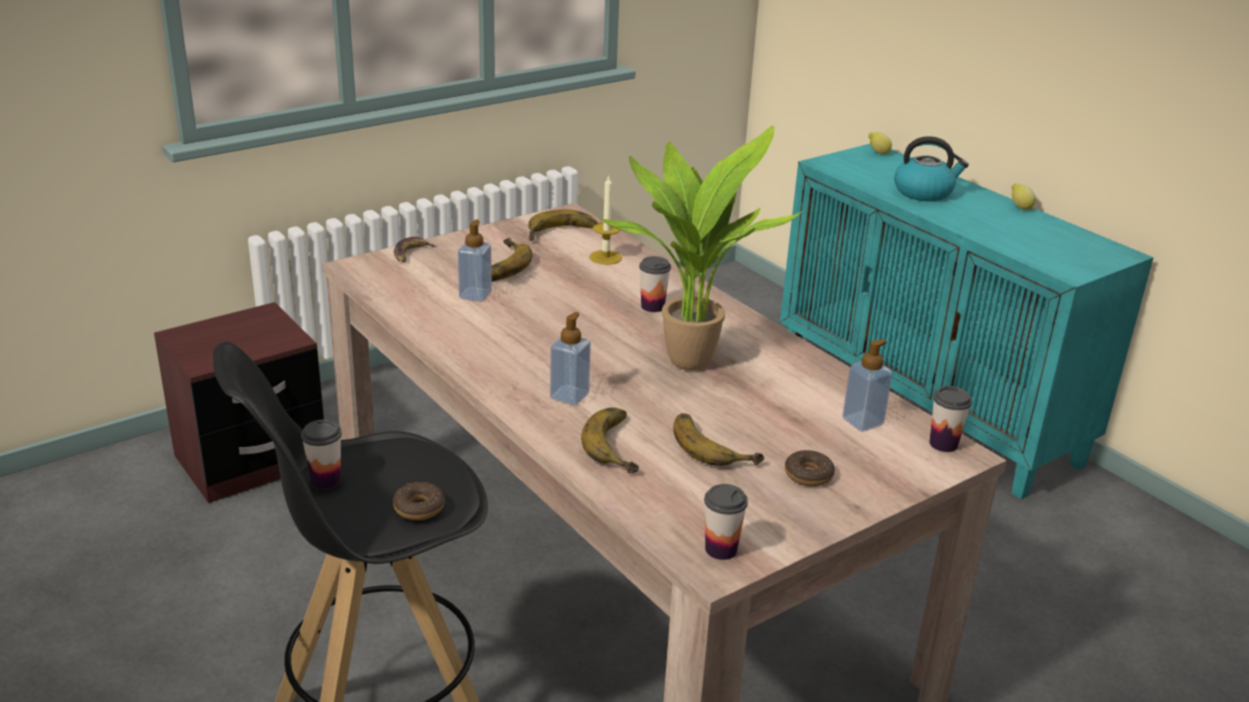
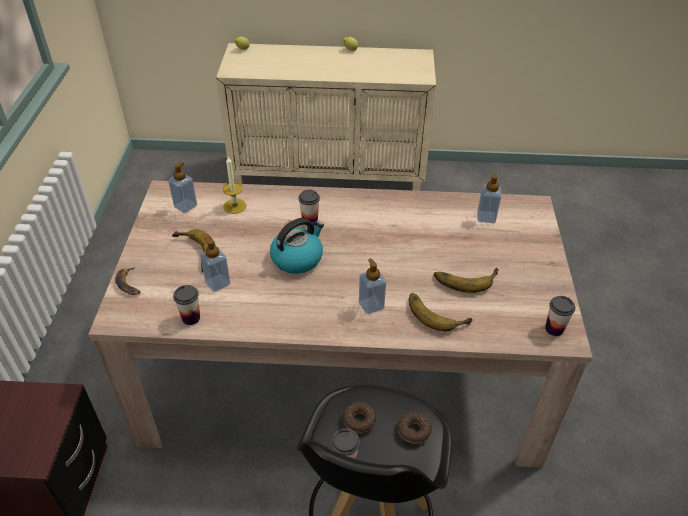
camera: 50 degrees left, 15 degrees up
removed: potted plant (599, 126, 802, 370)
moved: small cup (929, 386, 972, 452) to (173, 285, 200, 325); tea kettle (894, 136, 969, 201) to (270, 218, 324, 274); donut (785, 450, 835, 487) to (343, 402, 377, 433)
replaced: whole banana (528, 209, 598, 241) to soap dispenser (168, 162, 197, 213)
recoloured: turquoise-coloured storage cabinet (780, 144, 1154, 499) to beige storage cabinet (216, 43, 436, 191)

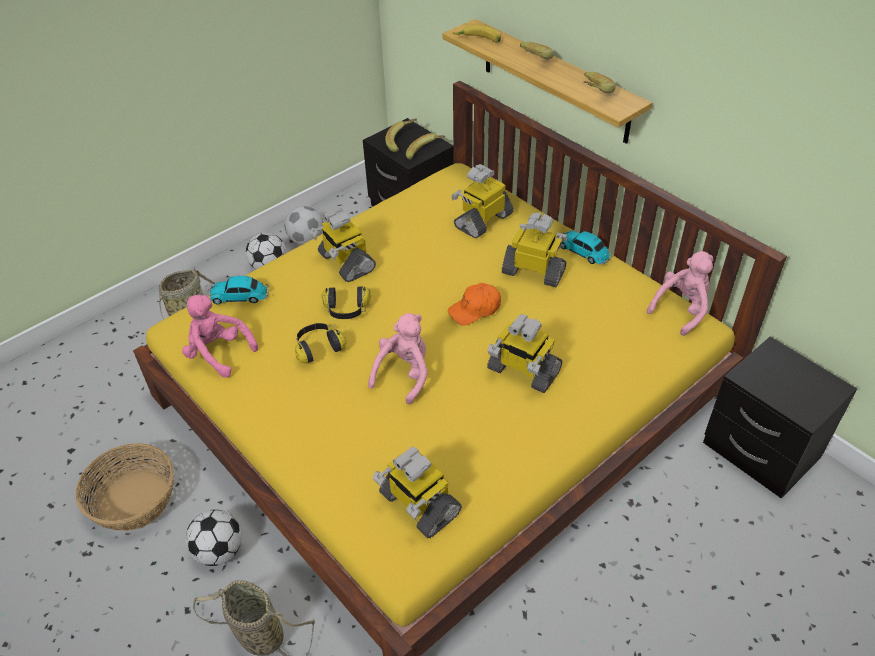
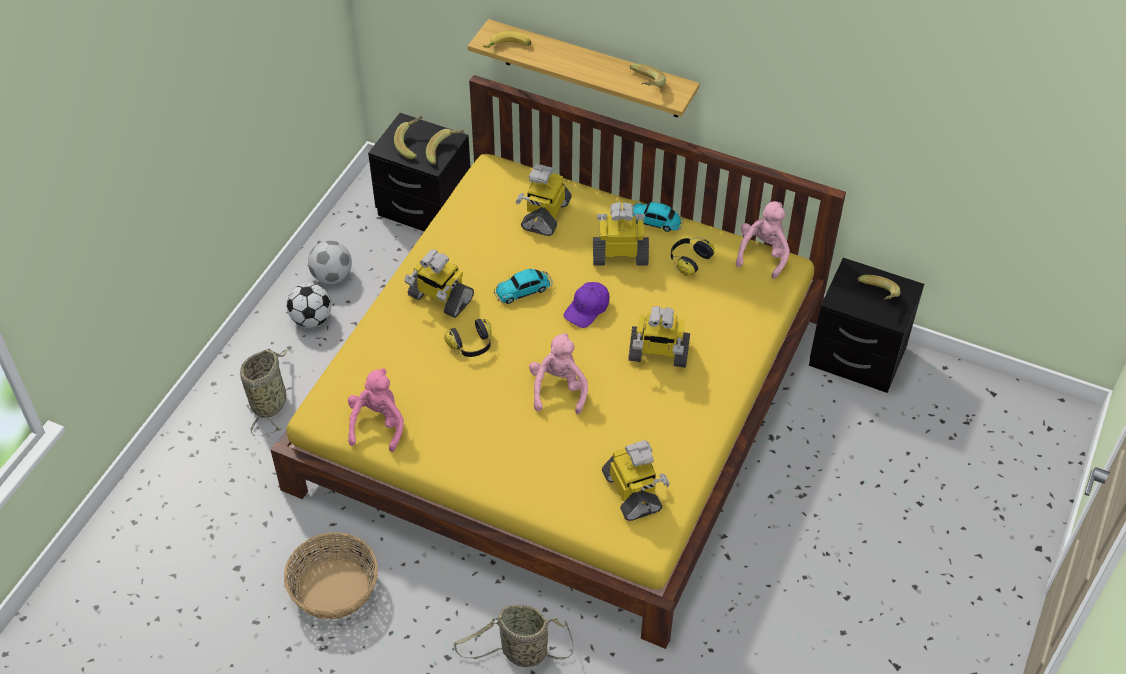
camera: 25 degrees left, 5 degrees up
removed: football ball (185, 510, 242, 566)
moved: toy car (208, 276, 270, 305) to (494, 269, 553, 304); pair of headphones (295, 323, 346, 363) to (671, 237, 715, 276); whole banana (520, 42, 553, 60) to (857, 275, 901, 299)
recoloured: orangey peaked cap (448, 283, 501, 326) to purple-coloured peaked cap (564, 282, 609, 328)
turned: pink cuddly toy (182, 295, 258, 378) = (348, 368, 404, 452) 90 degrees clockwise; toy robot (372, 446, 462, 538) = (602, 440, 670, 521) 135 degrees counterclockwise

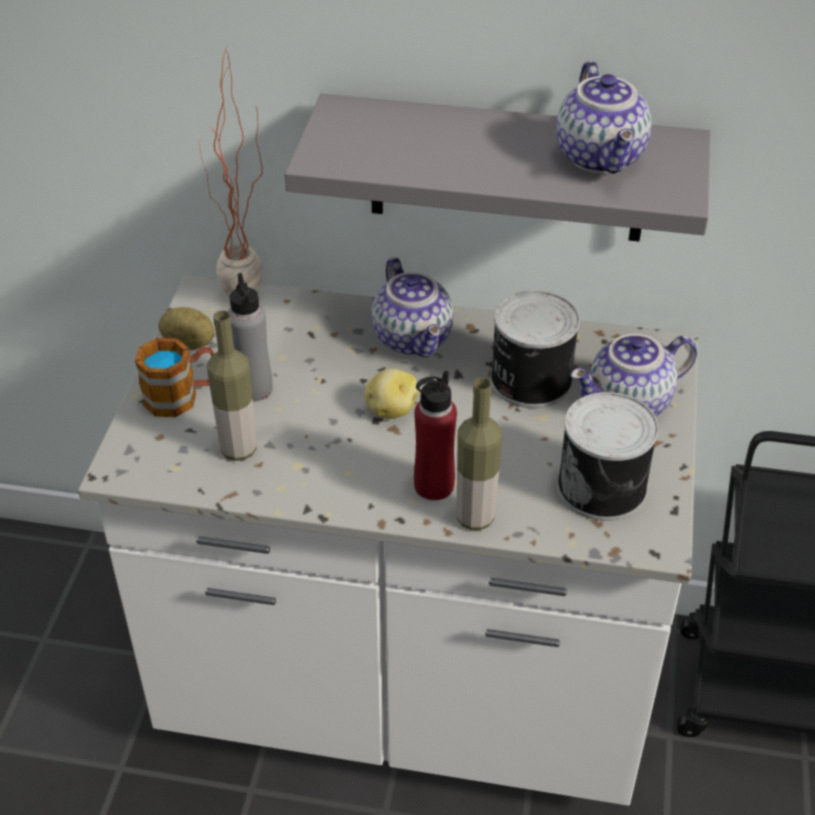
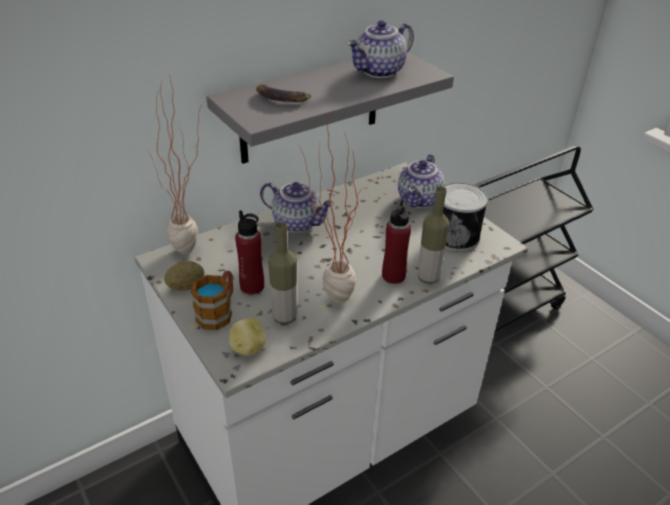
camera: 45 degrees left, 5 degrees down
removed: metal can (490, 290, 580, 408)
added: whole banana (256, 85, 311, 102); potted plant (300, 116, 362, 303)
moved: whole potato (364, 369, 418, 419) to (229, 318, 266, 356)
recoloured: grey beverage bottle (228, 273, 273, 402) to reddish beverage bottle (235, 210, 264, 294)
turned: pot for tea (556, 61, 651, 174) = (347, 20, 414, 78) 105 degrees clockwise

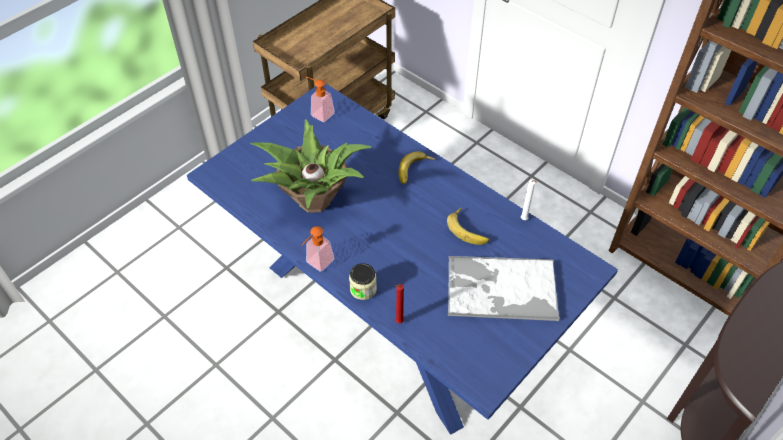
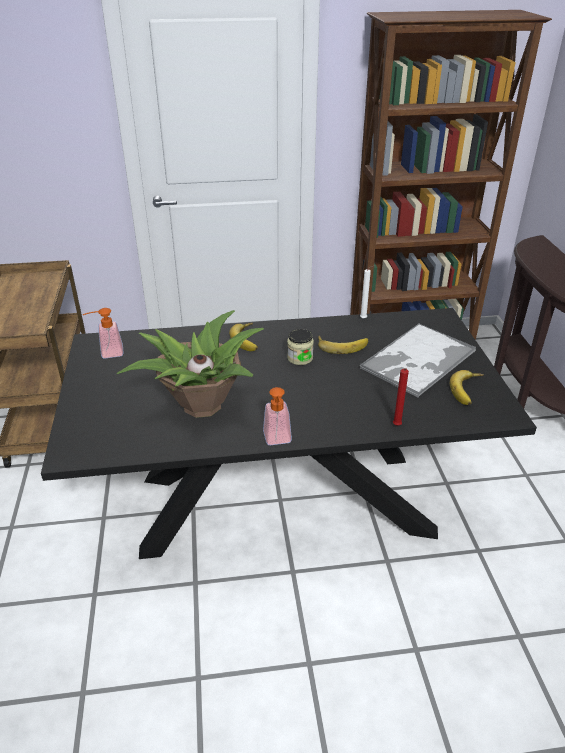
camera: 50 degrees left, 15 degrees down
added: whole banana (450, 370, 484, 405)
moved: preserve jar (349, 263, 377, 300) to (287, 329, 314, 365)
recoloured: blue-coloured dinner table (187, 83, 618, 435) to blackish dinner table (41, 308, 537, 559)

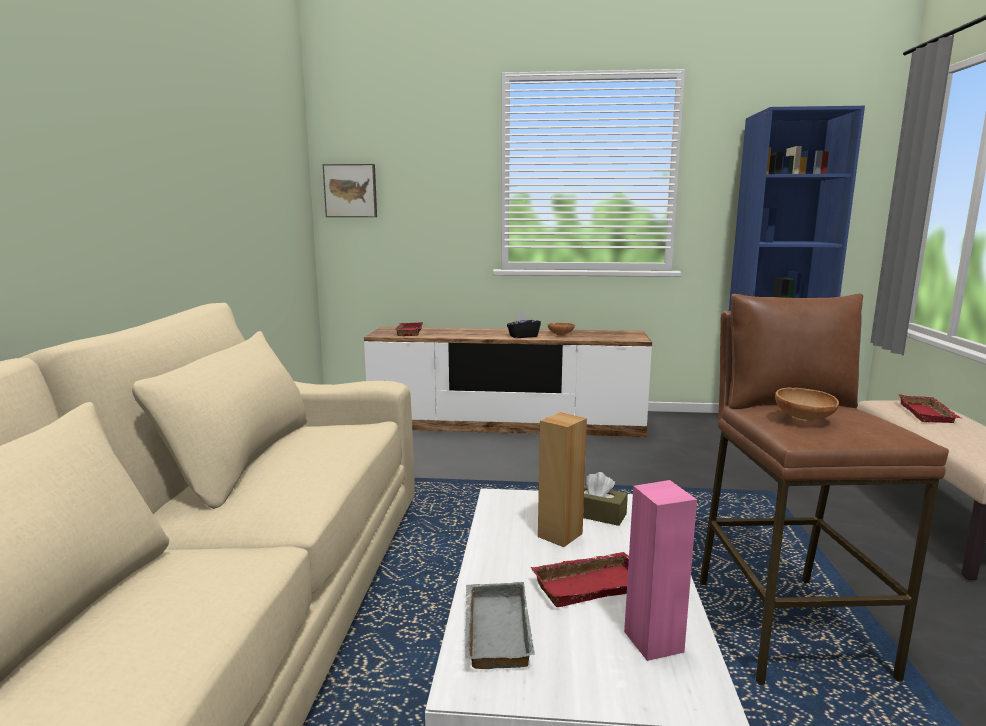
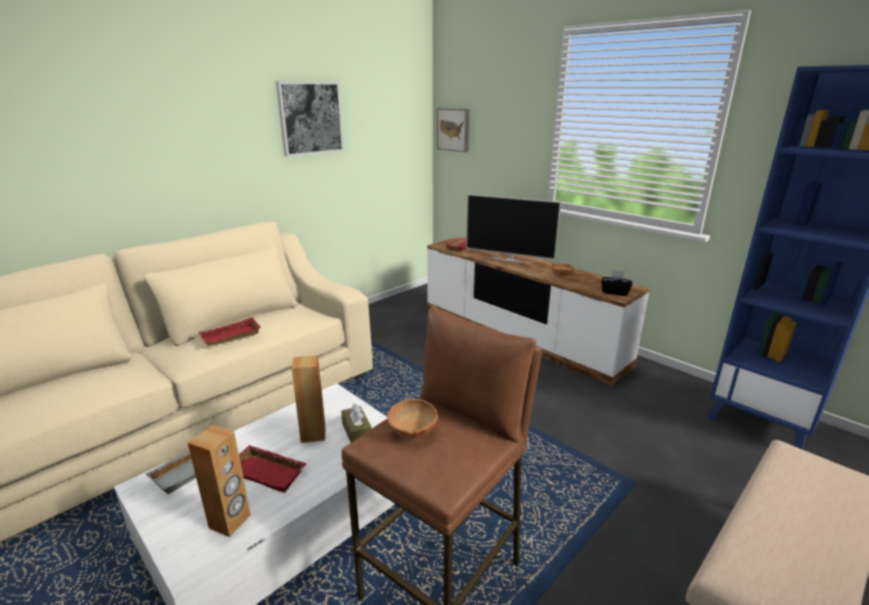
camera: 40 degrees right, 10 degrees up
added: wall art (276, 81, 344, 157); TV (466, 194, 561, 263)
moved: reddish carrying tray (898, 394, 961, 423) to (198, 317, 261, 346); blackish tissue holder (507, 313, 541, 338) to (601, 270, 632, 296)
recoloured: pink loudspeaker (624, 480, 697, 661) to brownish loudspeaker (188, 425, 251, 537)

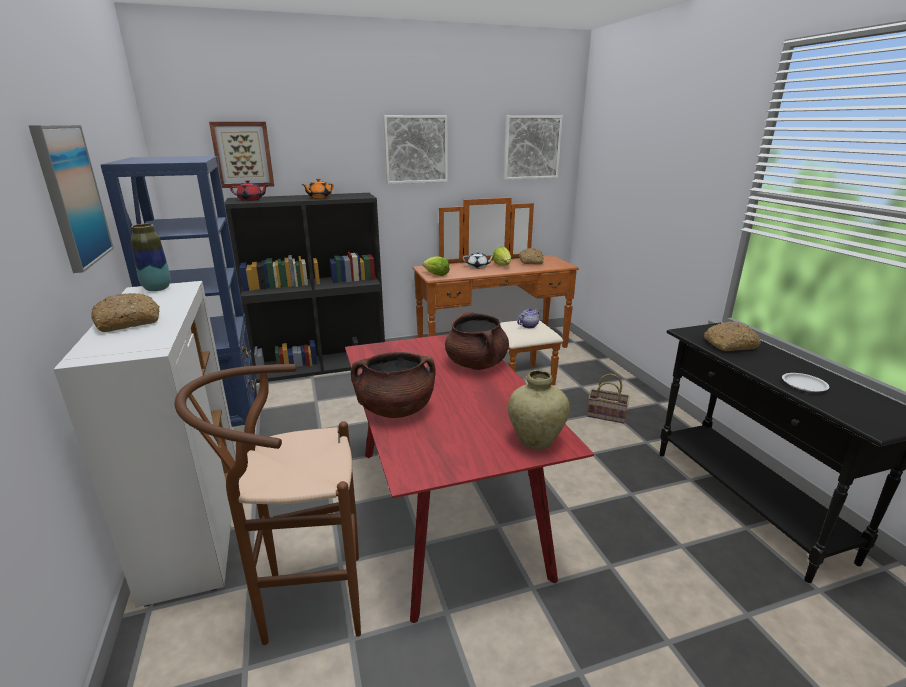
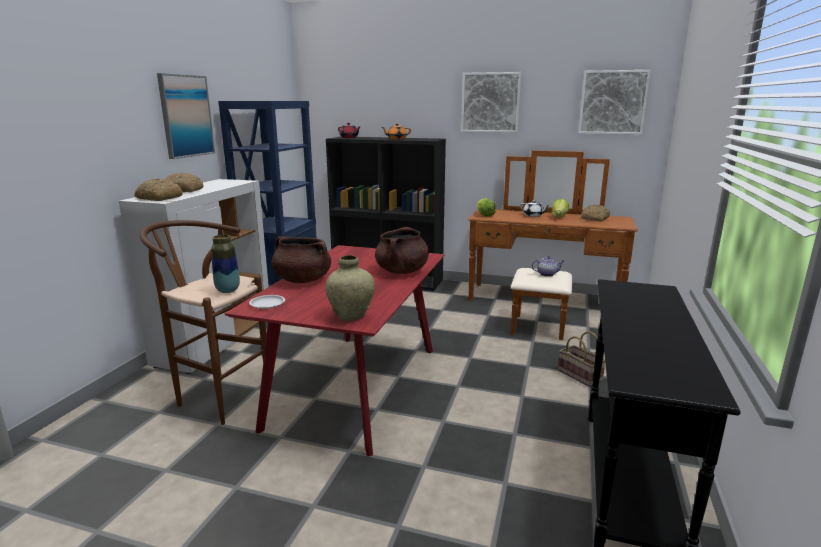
camera: 35 degrees right, 5 degrees down
removed: wall art (209, 122, 274, 188)
moved: baked bread (704, 321, 761, 351) to (134, 179, 183, 201); decorative vase (131, 224, 171, 291) to (211, 235, 240, 293); white plate (782, 373, 829, 392) to (249, 295, 285, 309)

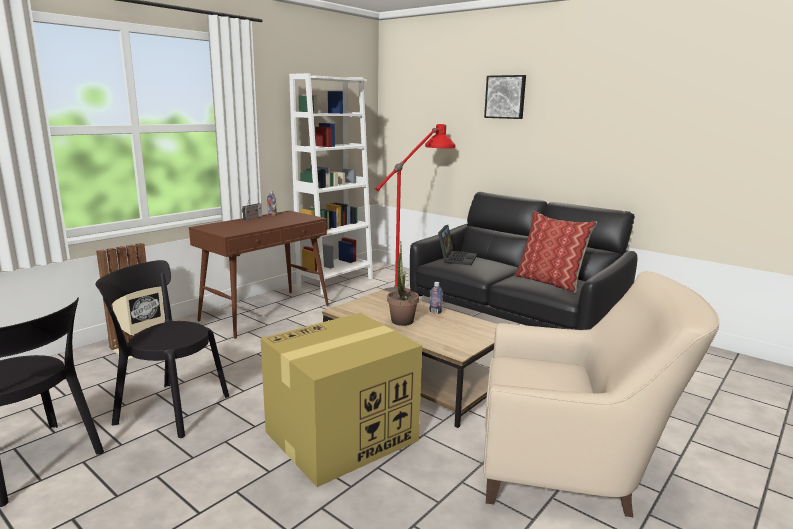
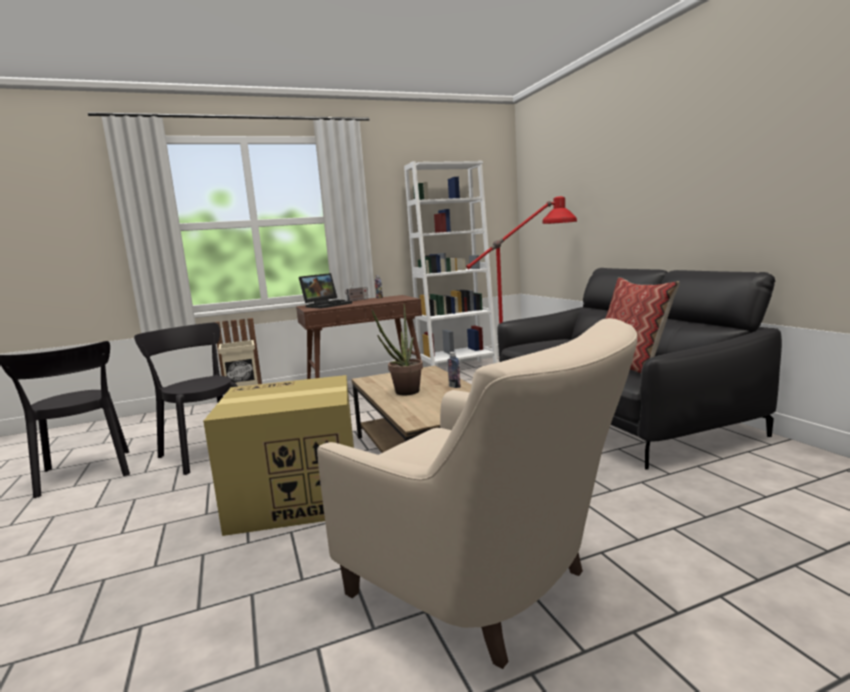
camera: 30 degrees right, 5 degrees down
removed: wall art (484, 75, 526, 119)
moved: laptop (438, 225, 477, 265) to (299, 273, 352, 309)

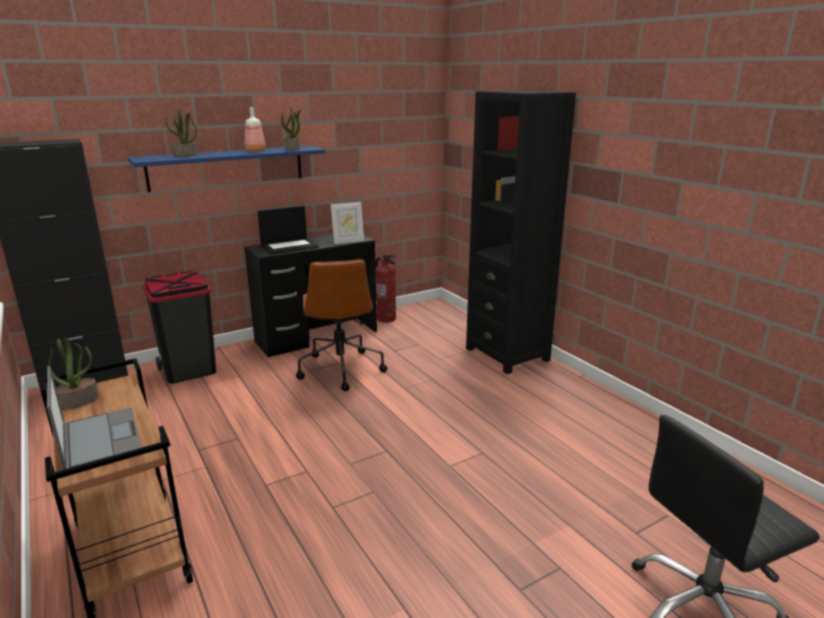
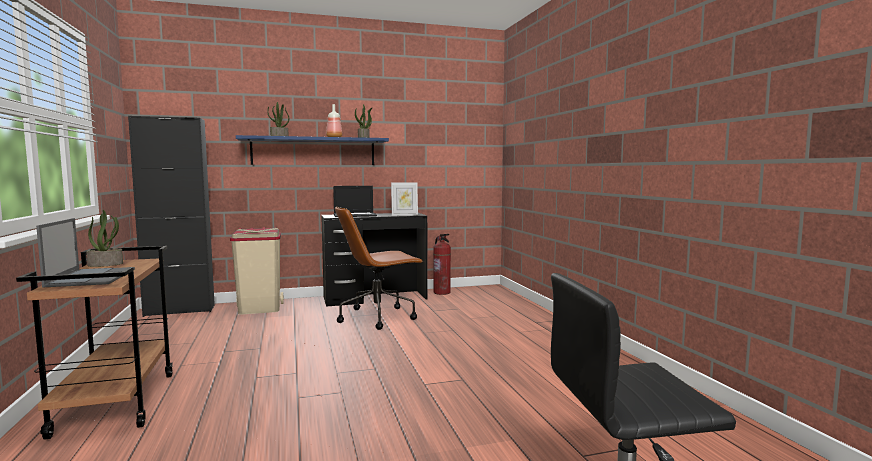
camera: 15 degrees right, 15 degrees down
removed: blackish bookcase (466, 90, 576, 374)
recoloured: blackish trash can (143, 269, 216, 384) to beige trash can (230, 227, 284, 315)
turned: brownish office chair (296, 259, 387, 391) = (335, 206, 423, 330) 60 degrees clockwise

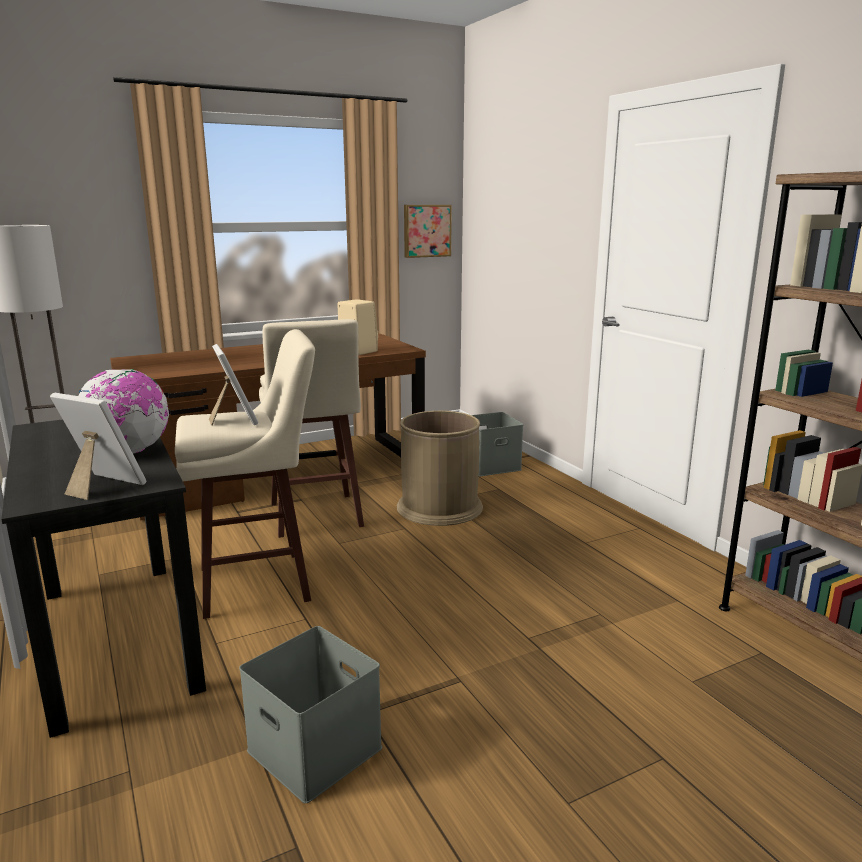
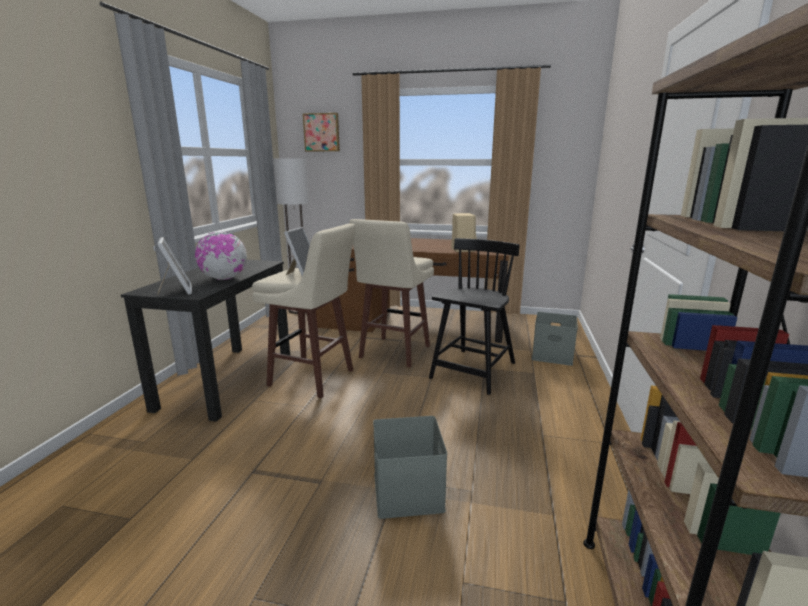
camera: 40 degrees right, 0 degrees up
moved: wall art (404, 205, 452, 258) to (303, 113, 340, 152); grey storage bin (239, 626, 382, 803) to (373, 416, 447, 519)
replaced: brownish trash can (397, 411, 483, 526) to blackish upright chair (429, 238, 520, 395)

